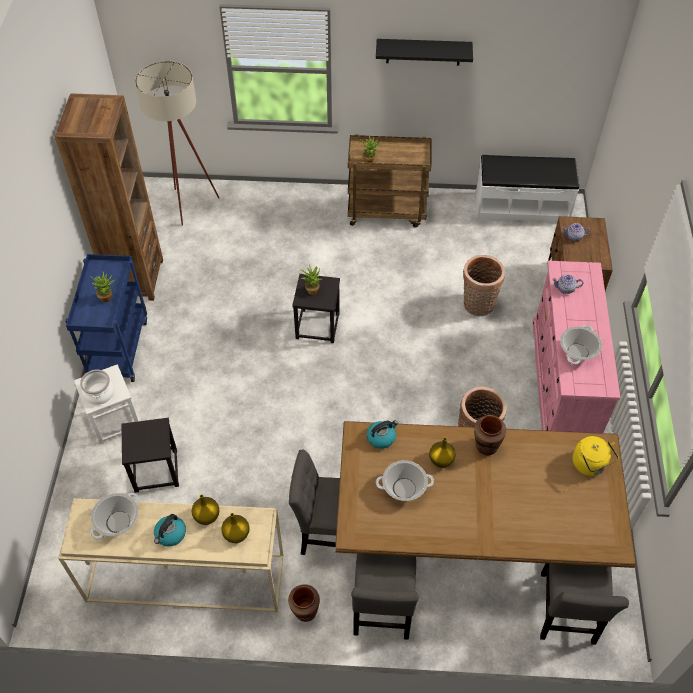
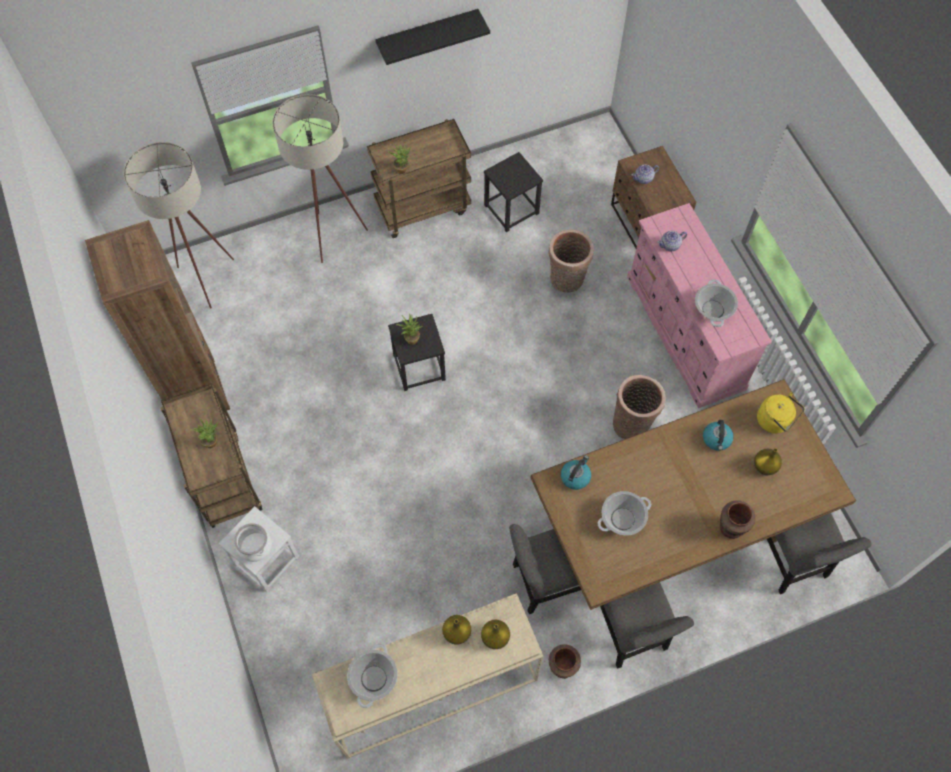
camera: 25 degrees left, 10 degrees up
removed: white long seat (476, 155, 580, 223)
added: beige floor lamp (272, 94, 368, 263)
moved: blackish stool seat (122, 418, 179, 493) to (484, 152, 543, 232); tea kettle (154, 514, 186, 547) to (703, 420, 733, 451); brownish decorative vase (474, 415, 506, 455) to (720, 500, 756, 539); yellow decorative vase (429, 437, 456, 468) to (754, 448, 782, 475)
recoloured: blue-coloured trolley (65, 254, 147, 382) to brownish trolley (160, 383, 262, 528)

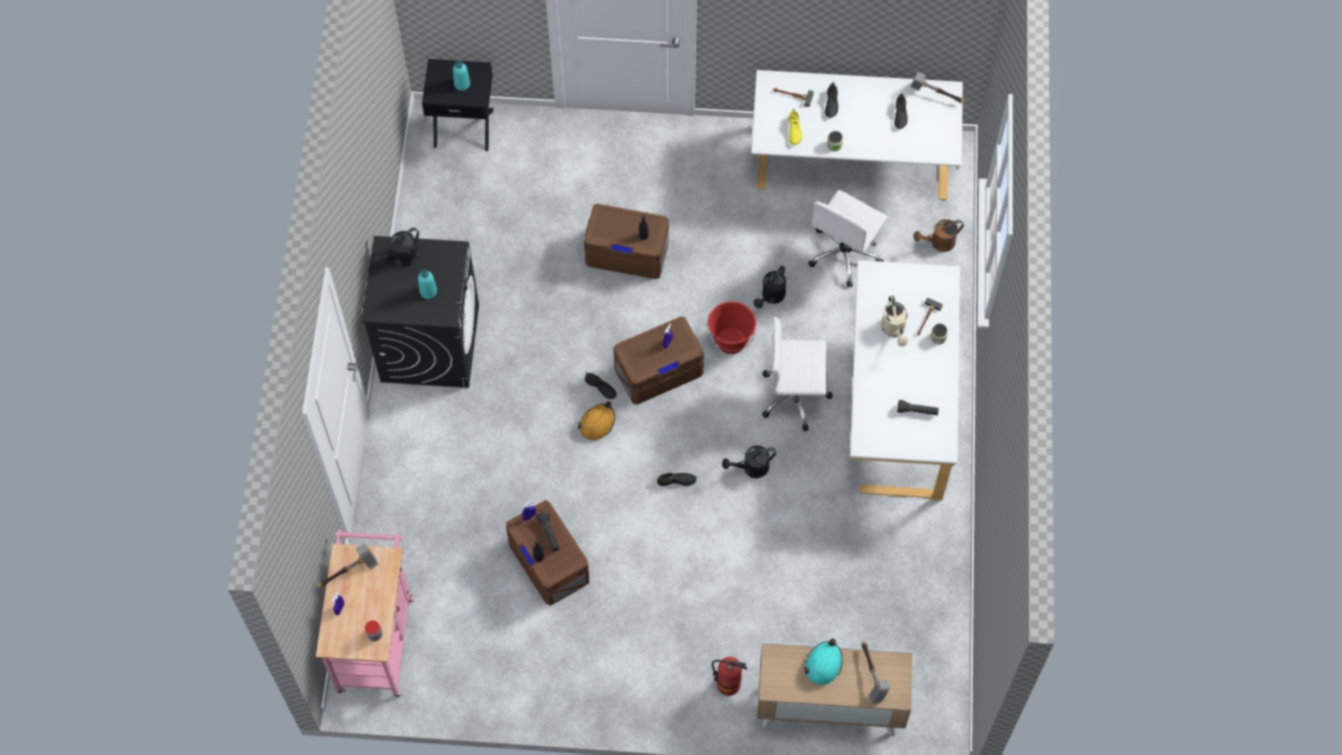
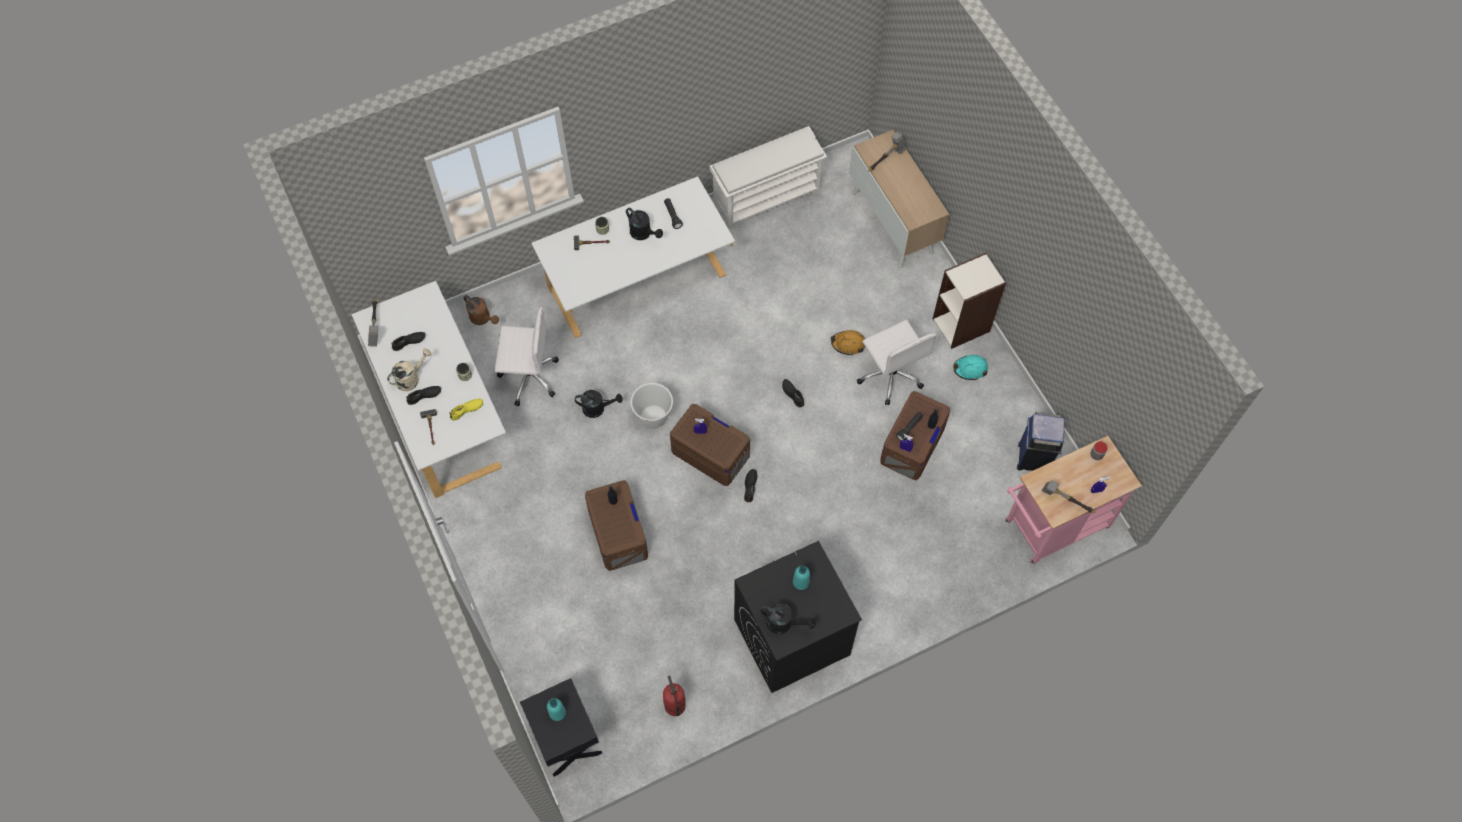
camera: 120 degrees left, 0 degrees up
added: white shoe rack (709, 126, 827, 229); bookcase (933, 253, 1006, 349); blue-coloured trash can (1017, 412, 1065, 471)
moved: beige sprinkling can (881, 295, 908, 346) to (387, 349, 432, 391); blackish sprinkling can (722, 445, 776, 478) to (626, 208, 663, 240); extinguisher (712, 657, 747, 696) to (663, 675, 686, 716); orangey safety helmet (578, 401, 615, 440) to (831, 330, 865, 356); white office chair (762, 317, 833, 431) to (857, 320, 936, 405); turquoise-coloured safety helmet (804, 638, 842, 685) to (953, 355, 988, 380)
recoloured: reddish bucket (707, 301, 756, 354) to white bucket (630, 383, 673, 429)

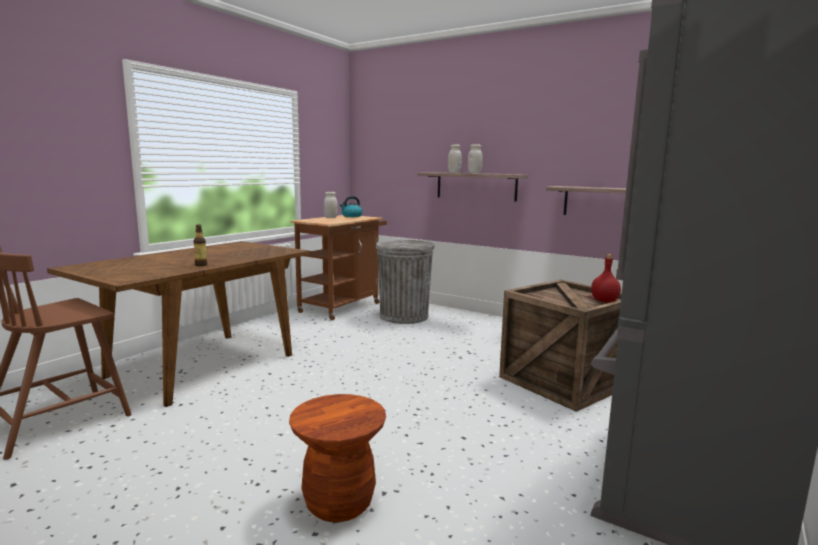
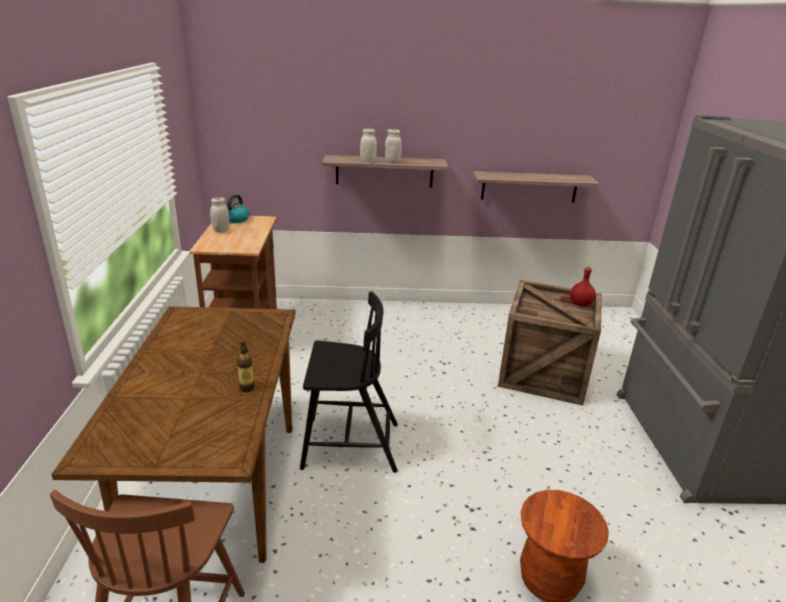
camera: 35 degrees left, 15 degrees up
removed: grey trash can (376, 240, 434, 324)
added: blackish upright chair (300, 291, 398, 473)

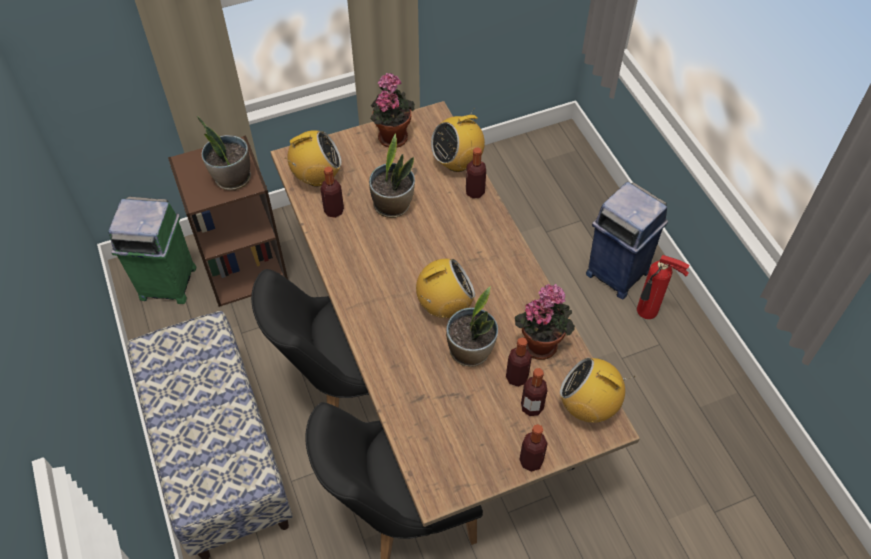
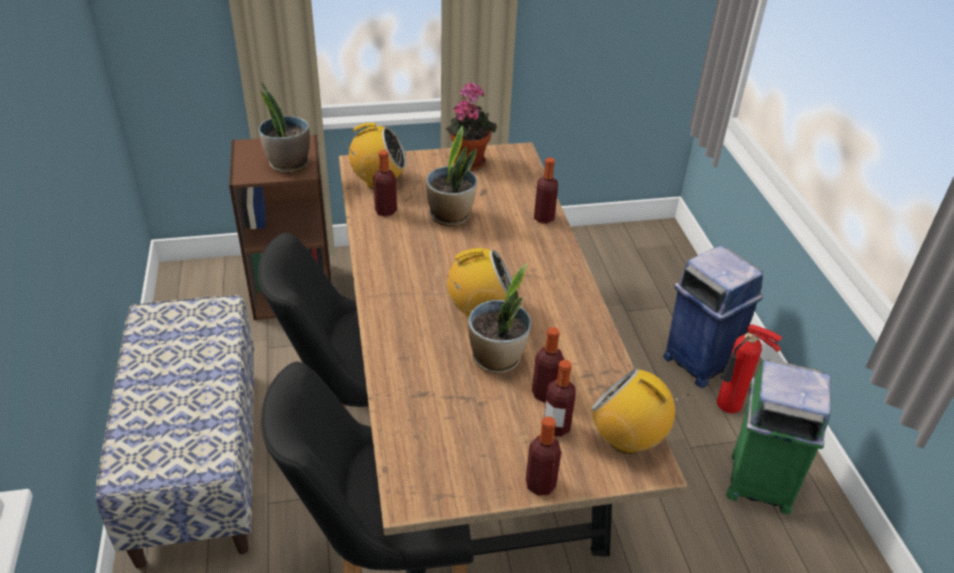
camera: 10 degrees right, 15 degrees down
removed: radio (431, 108, 485, 172); potted plant (515, 284, 575, 360)
moved: green-coloured trash can (108, 196, 197, 304) to (726, 359, 831, 514)

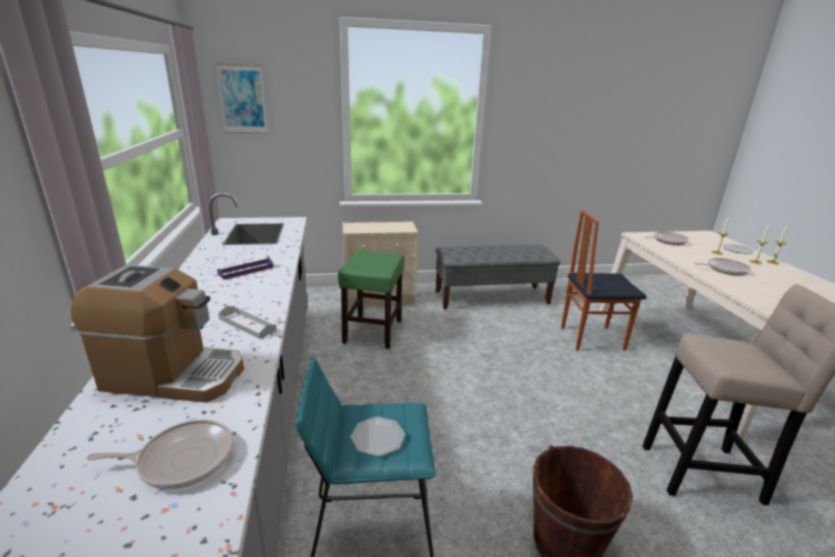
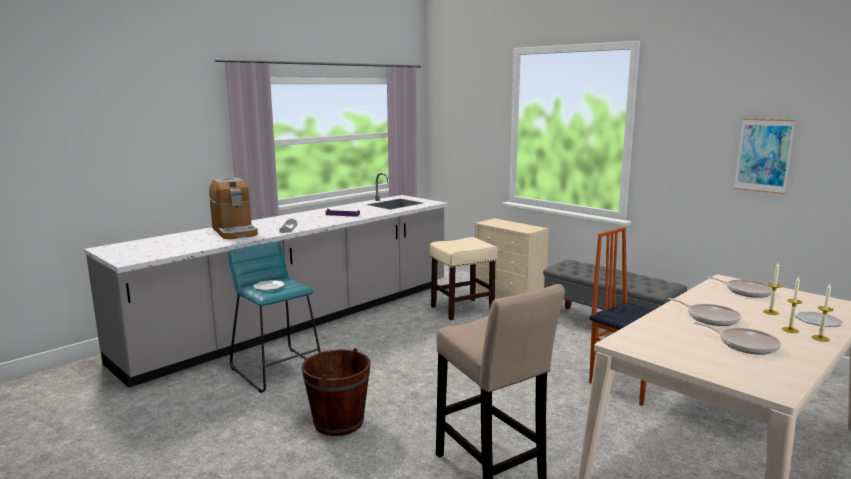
camera: 55 degrees right, 10 degrees down
moved: frying pan (86, 419, 233, 489) to (694, 322, 781, 355); wall art (216, 64, 268, 133) to (734, 118, 796, 194)
recoloured: green-coloured stool seat (338, 250, 405, 349) to beige stool seat (430, 237, 498, 320)

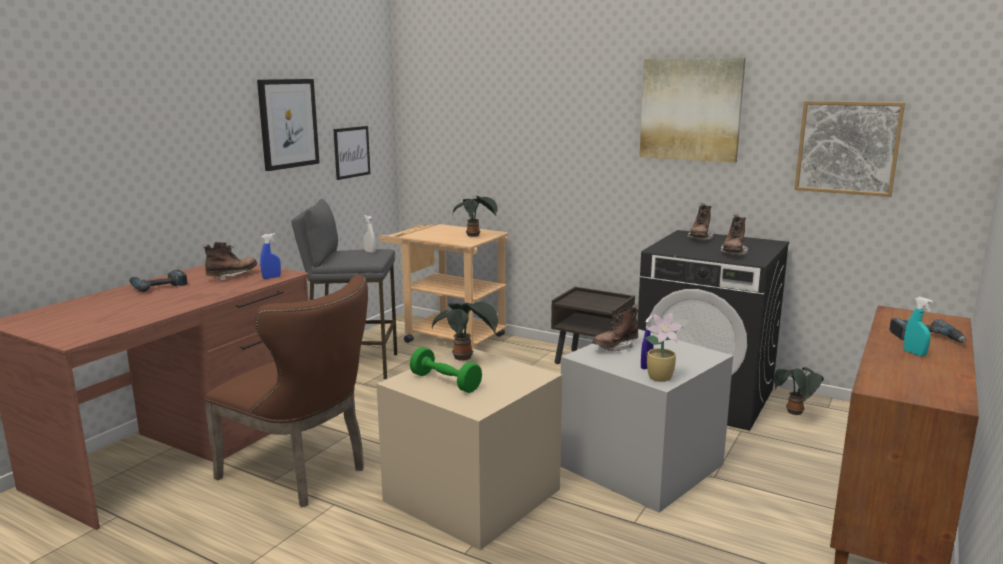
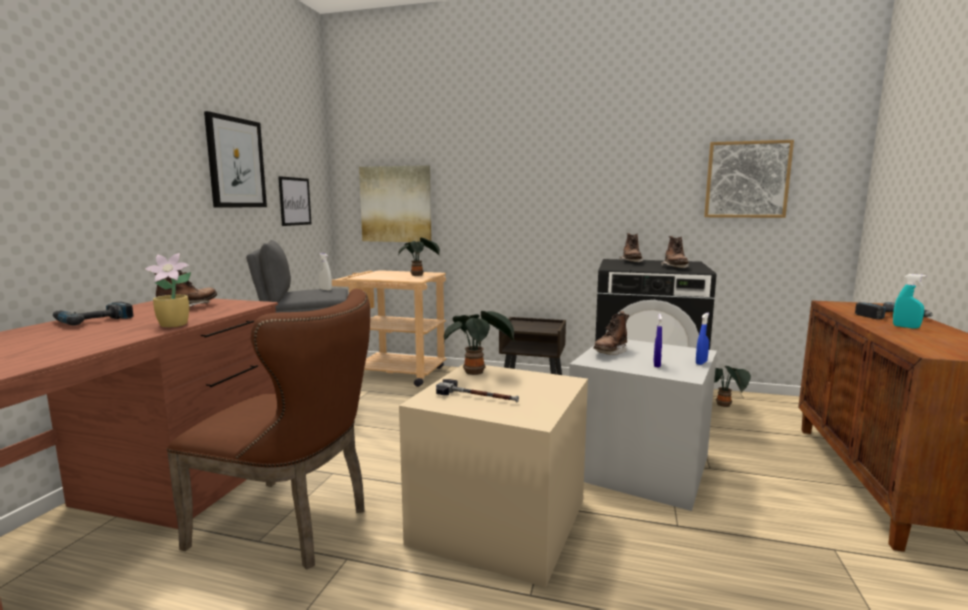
camera: 15 degrees left, 5 degrees down
moved: potted plant (645, 313, 683, 382) to (145, 253, 191, 328); wall art (639, 58, 746, 163) to (359, 165, 432, 242); blue-coloured spray bottle (260, 233, 281, 279) to (696, 313, 709, 365)
replaced: green-coloured free weight (410, 347, 482, 393) to tool hammer (436, 379, 519, 402)

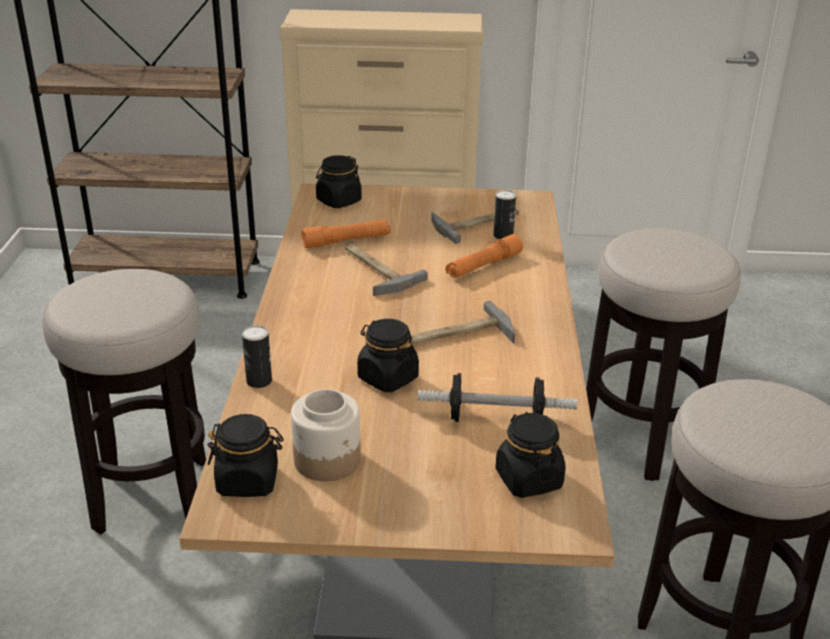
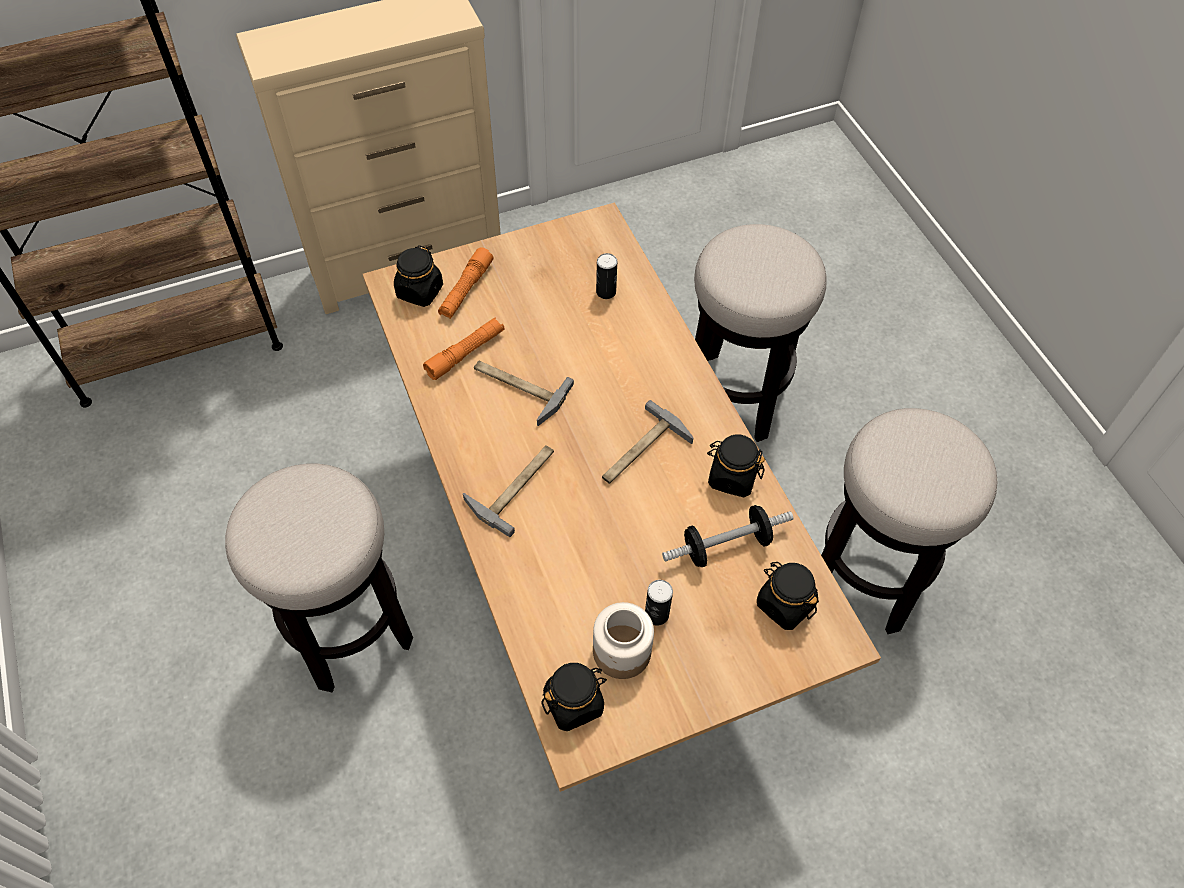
camera: 25 degrees left, 25 degrees up
moved: orangey flashlight (446, 234, 523, 278) to (438, 247, 493, 319); tool hammer (431, 209, 519, 244) to (463, 445, 554, 537); metal can (242, 325, 272, 388) to (645, 580, 673, 626); blackish preserve jar (357, 319, 419, 392) to (707, 435, 765, 497)

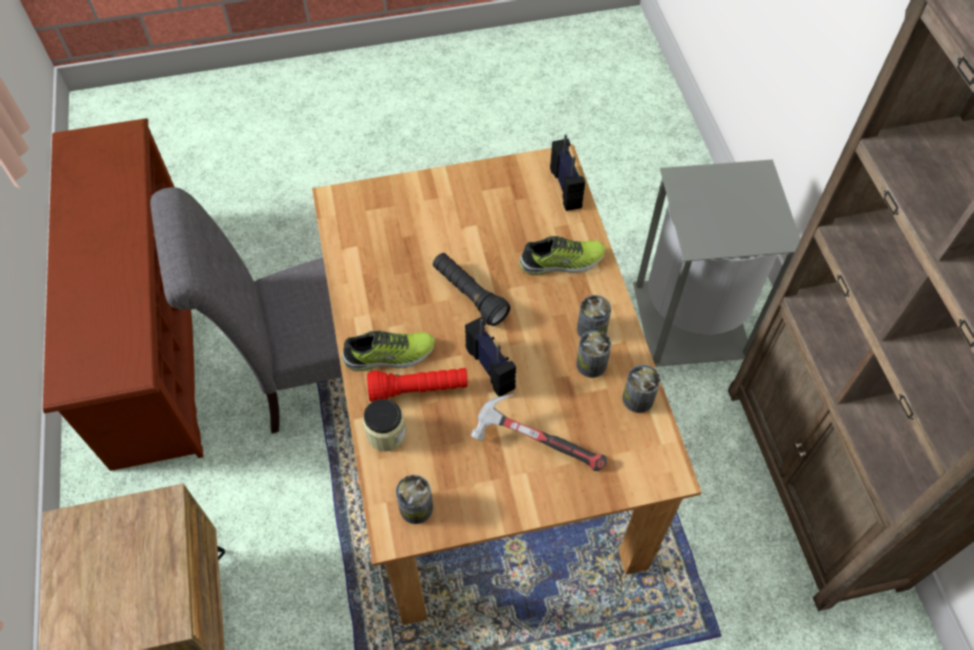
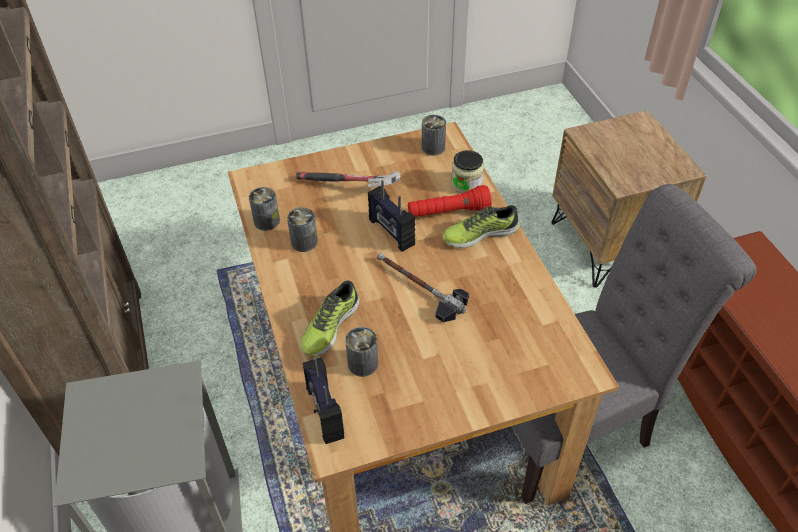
camera: 175 degrees right, 10 degrees down
moved: metal can (577, 295, 611, 337) to (345, 327, 378, 377)
replaced: blackish flashlight (433, 253, 511, 326) to tool hammer (377, 252, 469, 322)
turned: shoe (519, 236, 605, 275) = (301, 281, 360, 357) 45 degrees counterclockwise

